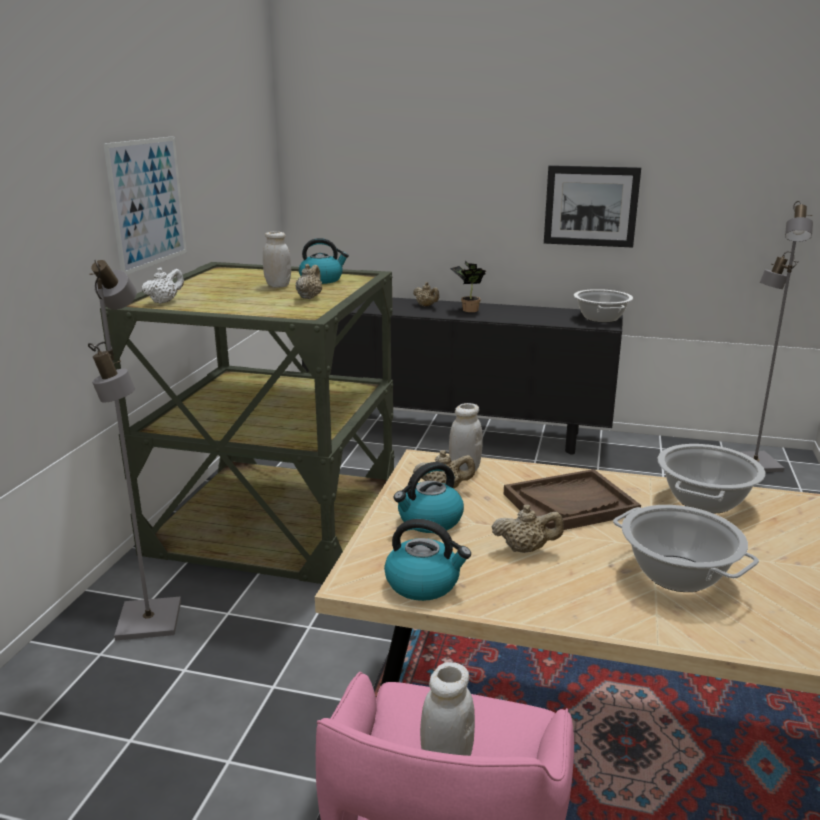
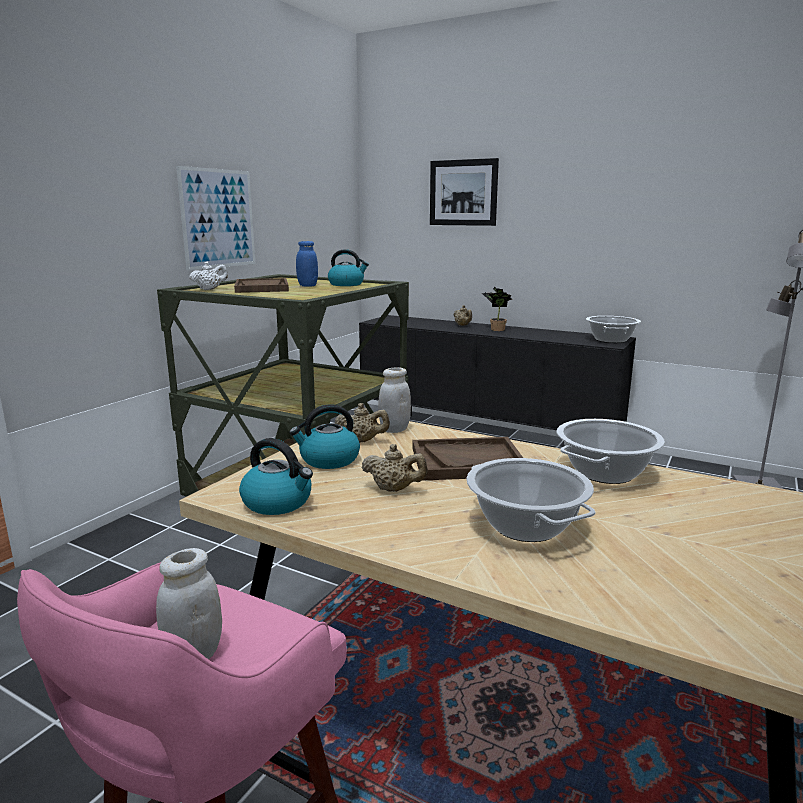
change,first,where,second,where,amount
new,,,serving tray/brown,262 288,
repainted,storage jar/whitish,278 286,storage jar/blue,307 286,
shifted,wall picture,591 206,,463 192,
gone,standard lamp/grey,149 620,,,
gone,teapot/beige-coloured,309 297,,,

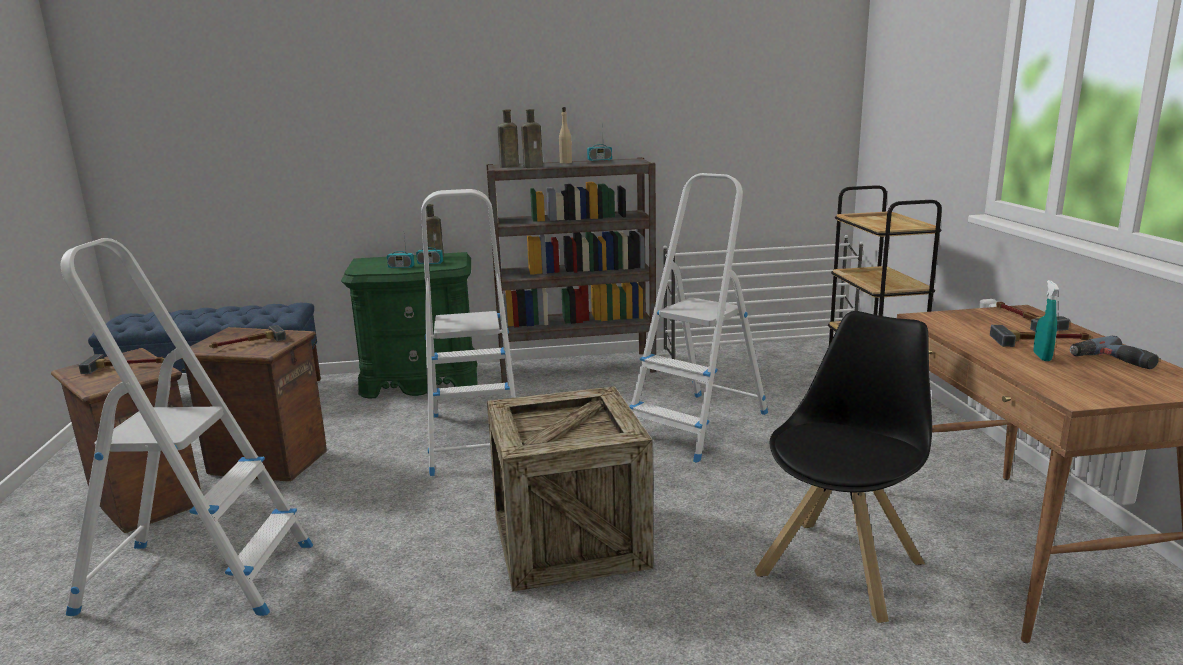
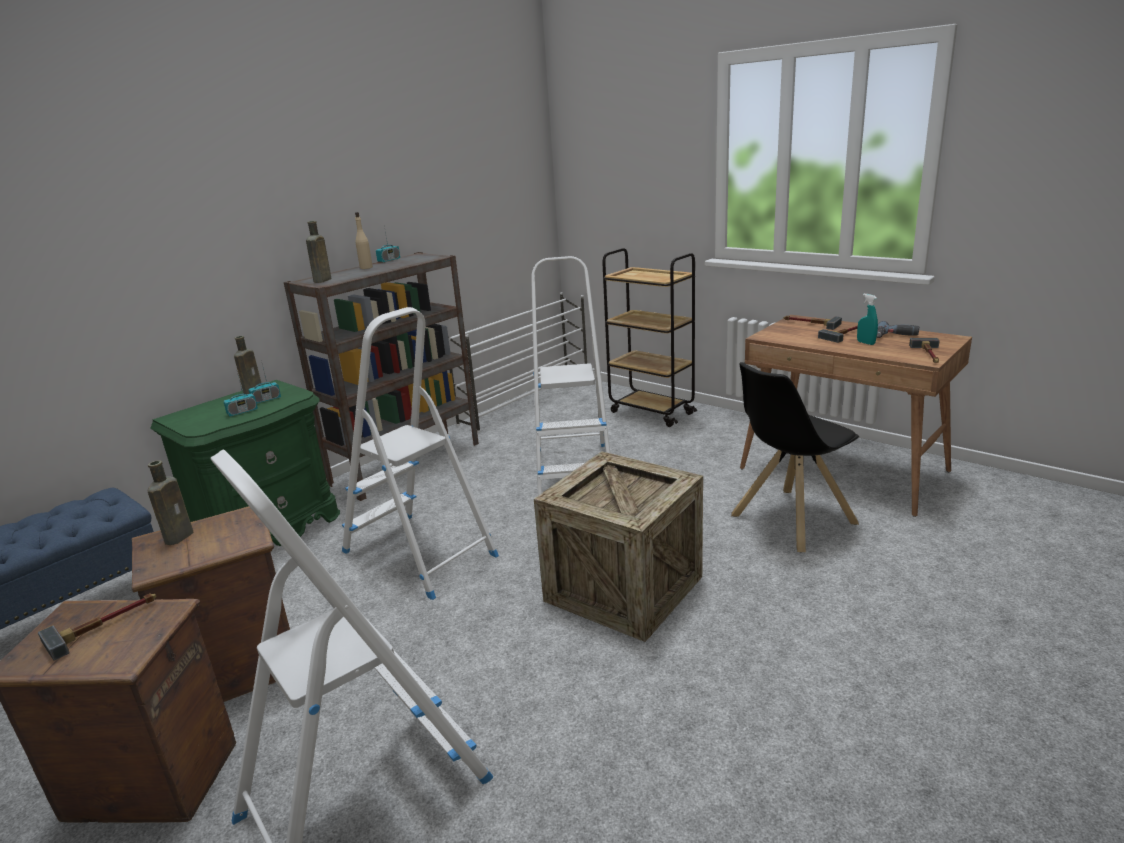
change,first,where,second,where,amount
shifted,beverage bottle/brown,534 167,,180 536,
rotated,chair/blackish,842 566,,790 520,120 degrees counterclockwise
shifted,hammer,247 343,,929 355,

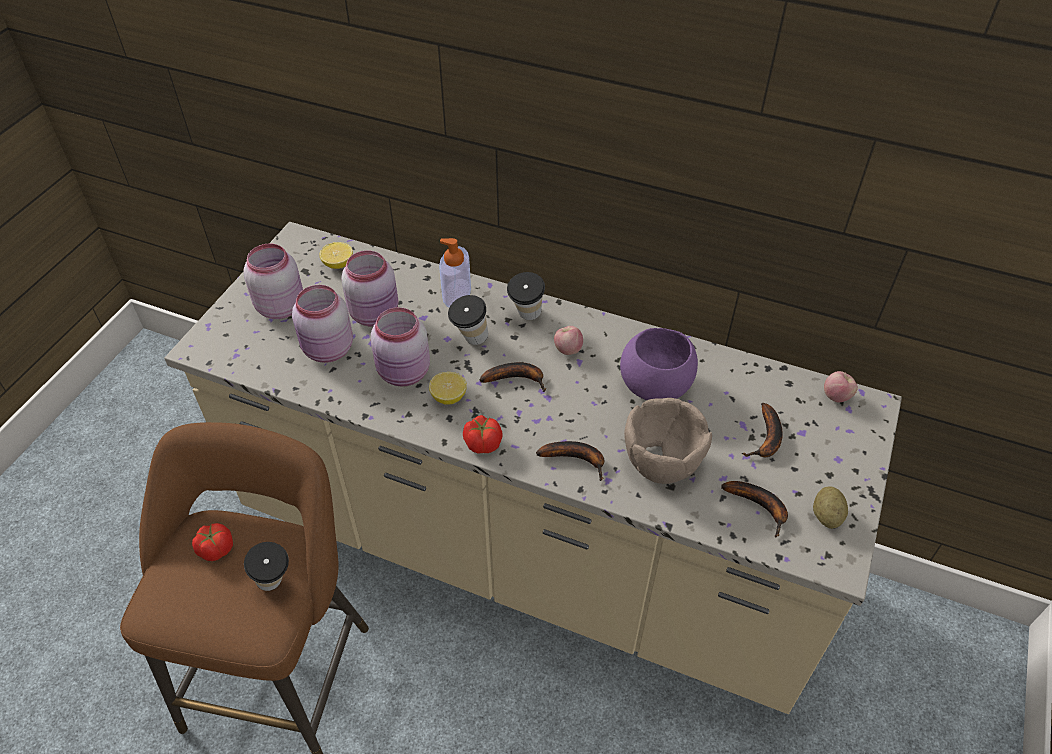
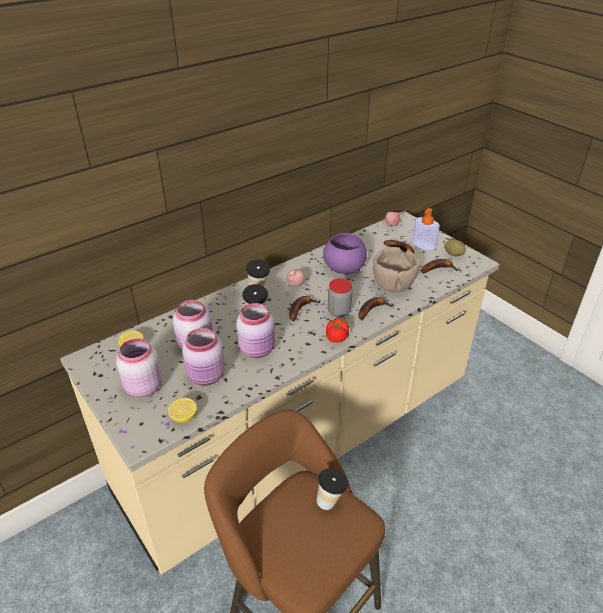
change,first,where,second,where,amount
shifted,citrus fruit,448 397,,184 417,
new,,,storage jar,339 311,
shifted,soap bottle,456 293,,424 244,
gone,tomato,216 549,,,

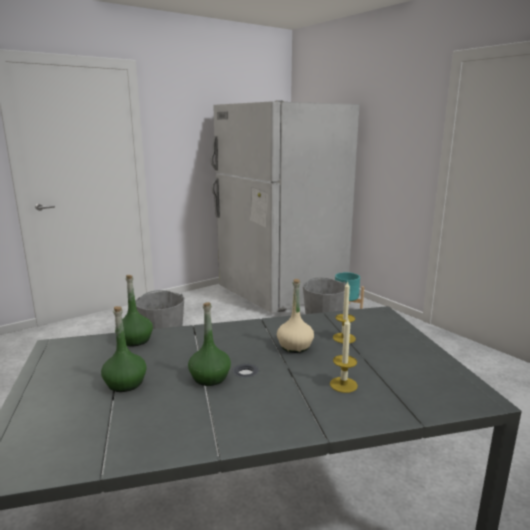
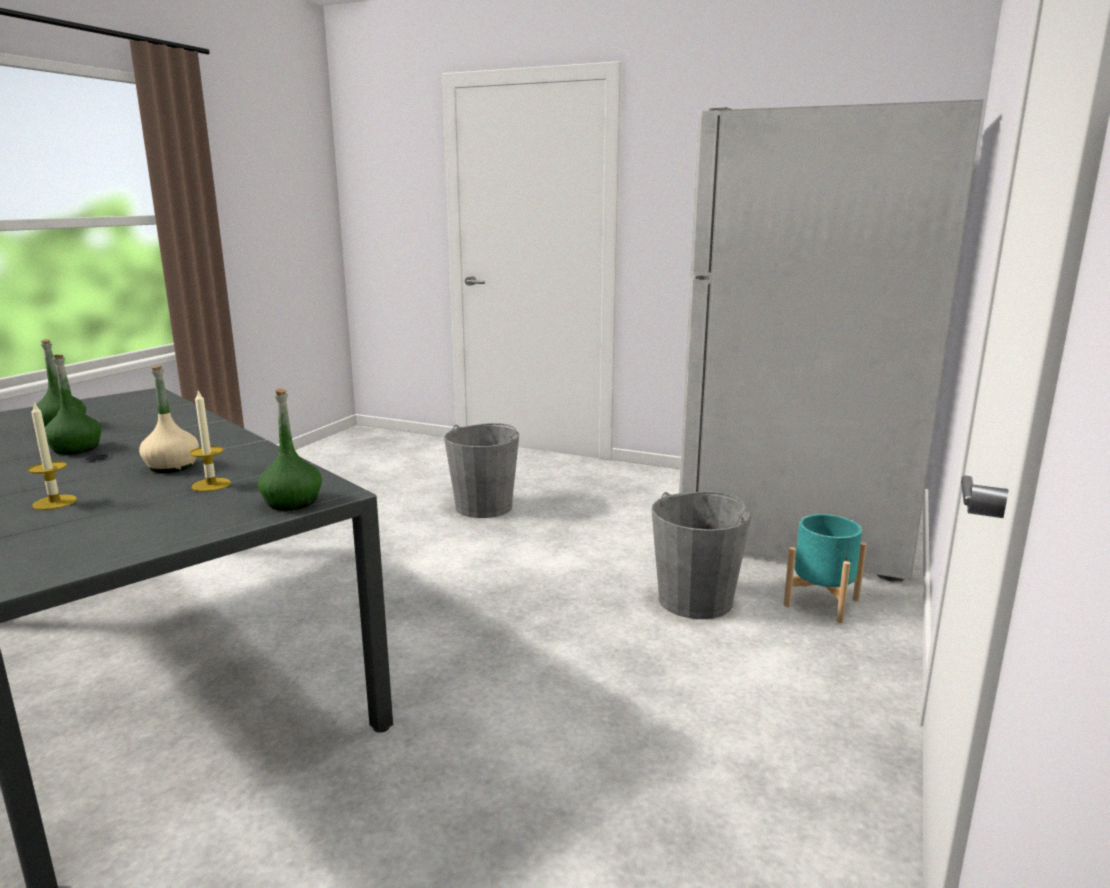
change,first,where,second,where,amount
shifted,beverage bottle/greenish,135 340,,292 502,

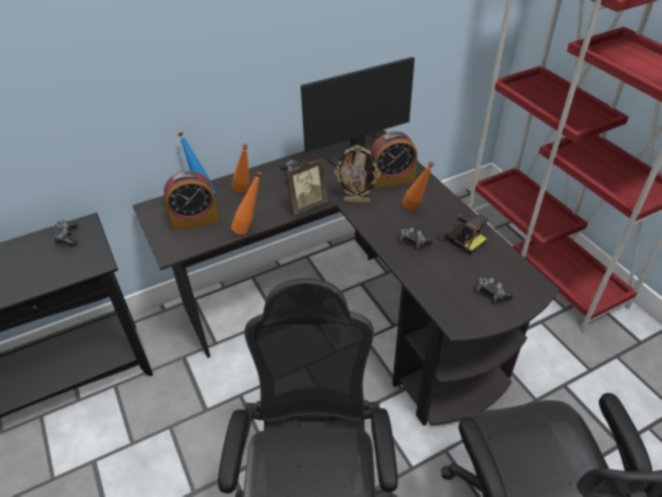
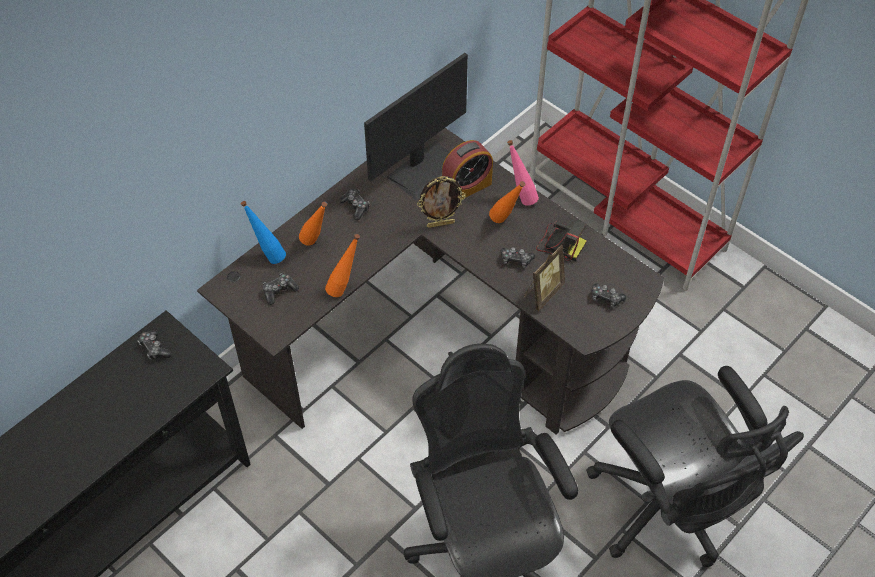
change,first,where,second,where,amount
swapped,table clock,195 220,gamepad,279 291,
new,,,beverage bottle/pink-coloured,520 197,
shifted,photo frame,306 205,,542 293,

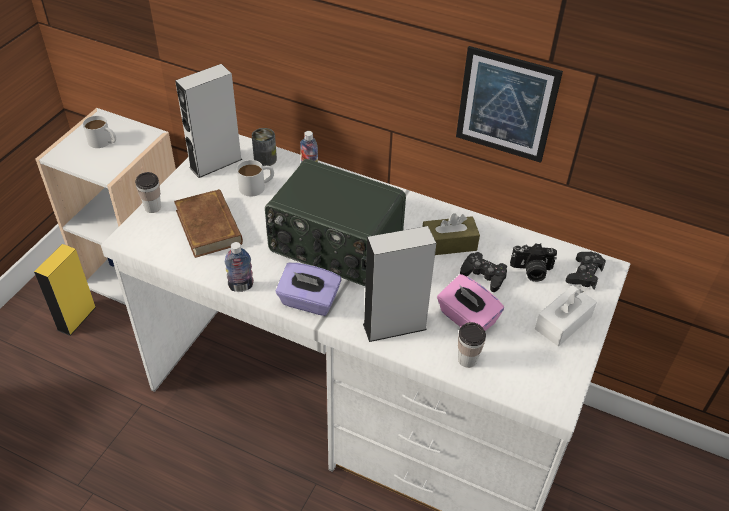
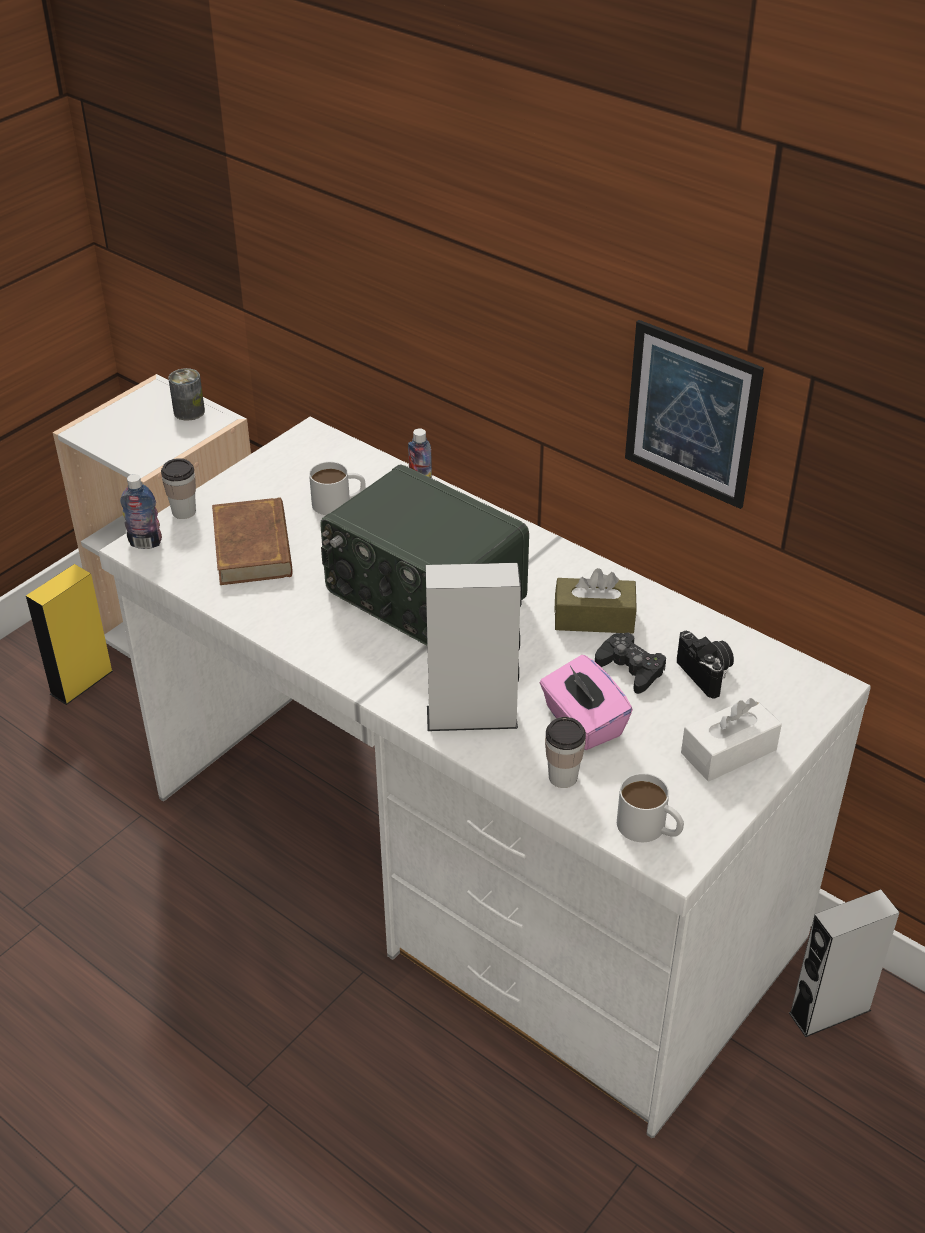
change,first,where,second,where,amount
shifted,beverage bottle,241 286,,145 543,
shifted,can,265 159,,189 411,
shifted,tea mug/whitish,103 142,,649 828,
rotated,photo camera,531 271,,707 674,135 degrees counterclockwise
shifted,speaker/grey,215 163,,829 1011,
gone,box of tissues/purplish,308 301,,,
gone,gamepad/blackish,584 274,,,

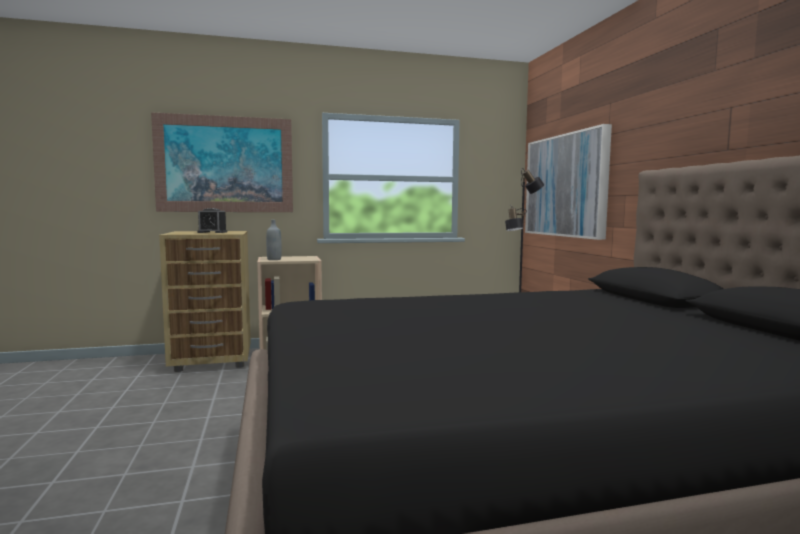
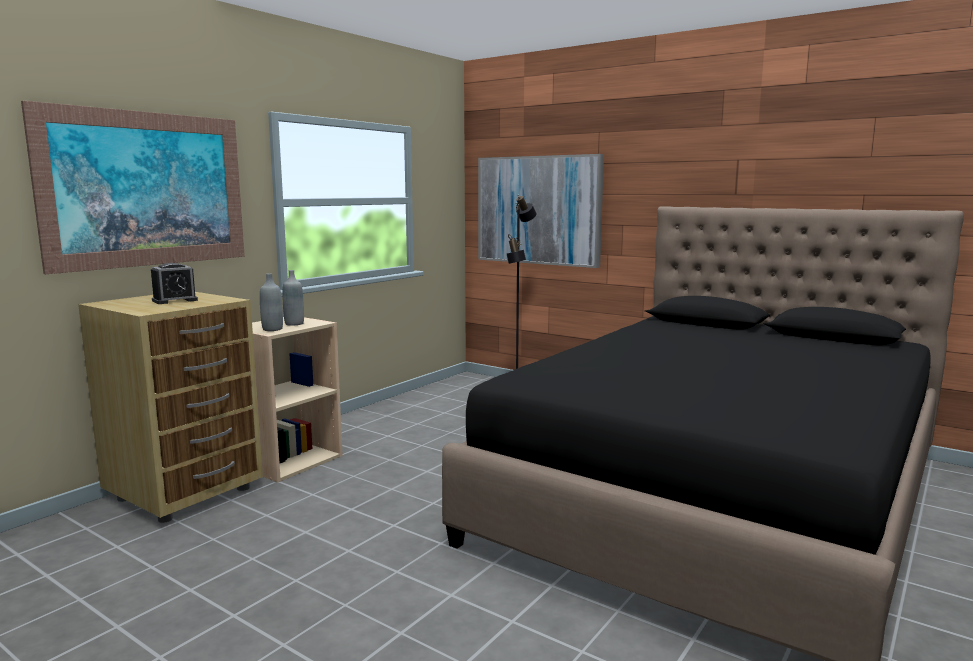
change,first,where,second,where,amount
new,,,beverage bottle/grey,294 323,

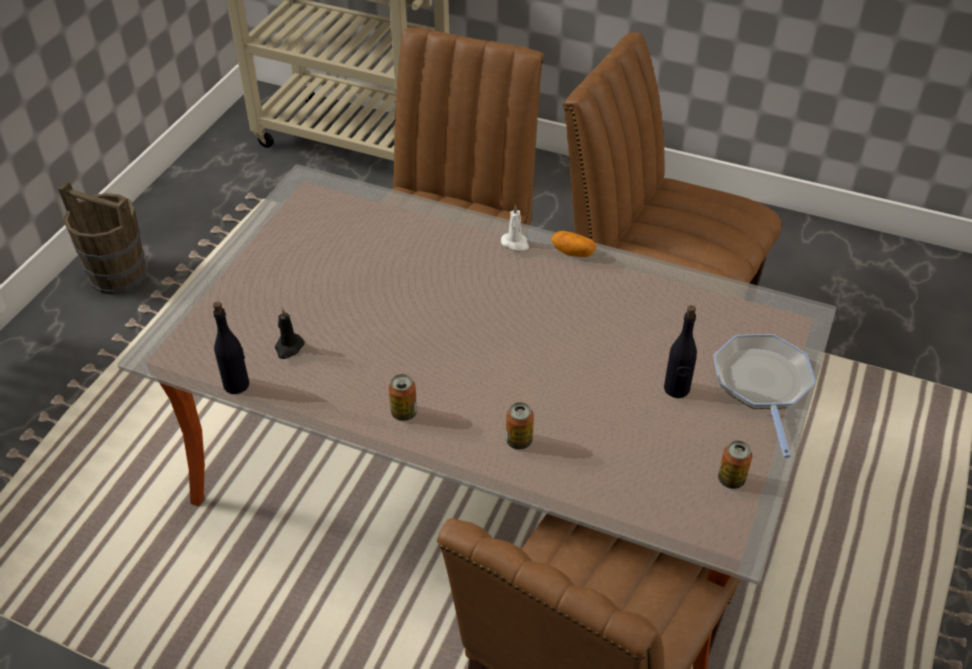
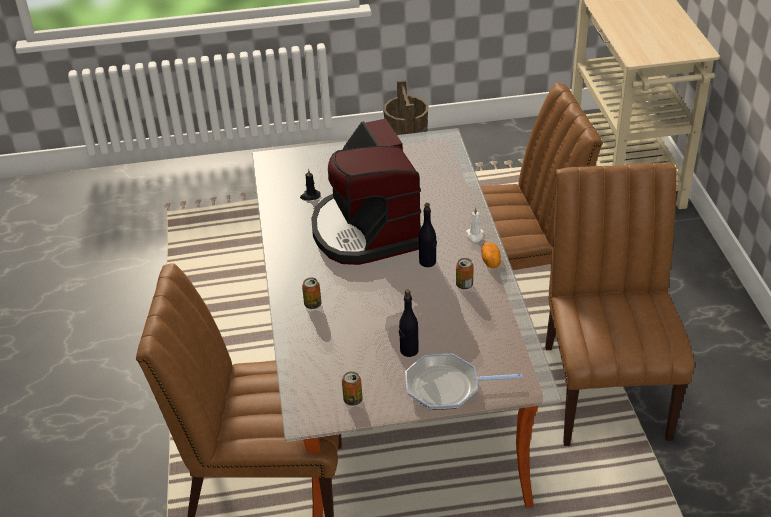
change,first,where,second,where,amount
new,,,coffee maker,366 230,
rotated,skillet,762 384,,447 387,150 degrees counterclockwise
shifted,beverage bottle/blackish,237 384,,428 262,
shifted,can,404 412,,464 285,

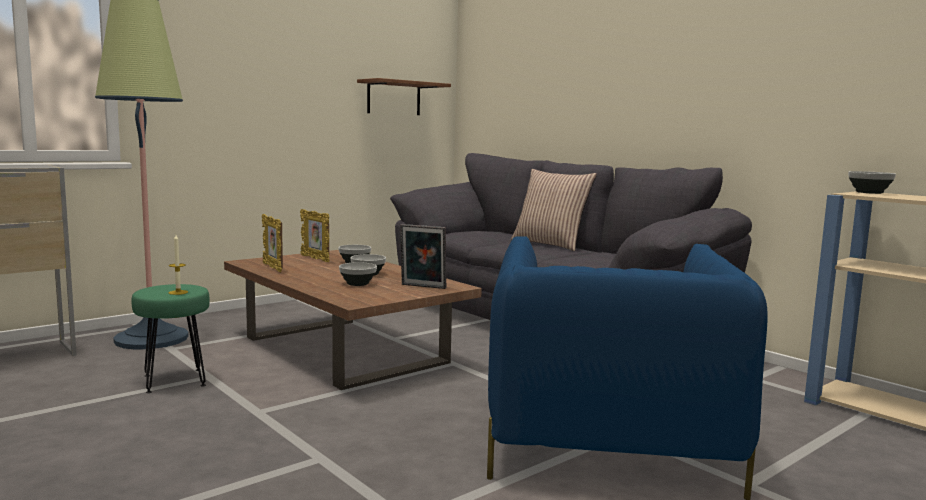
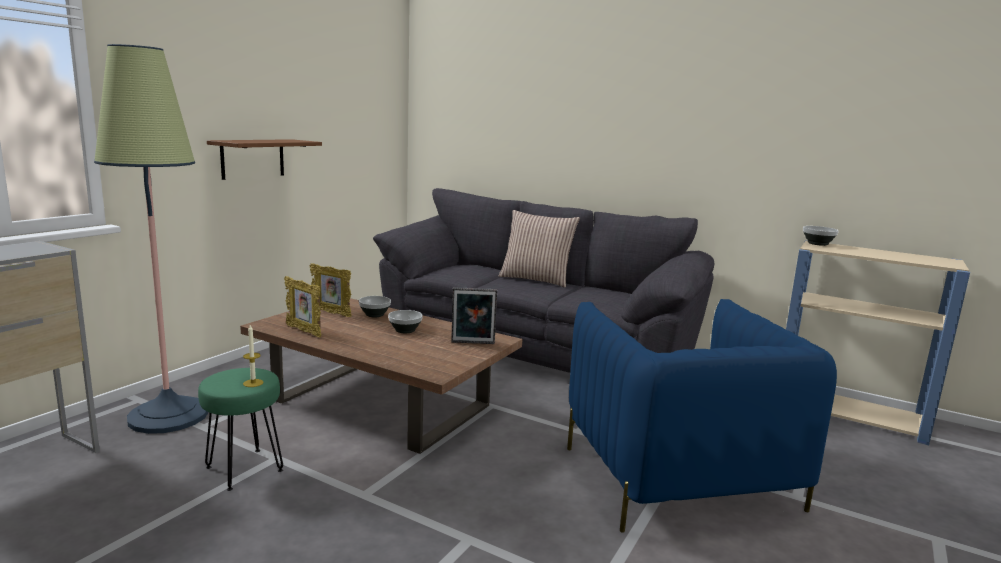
change,first,where,second,where,amount
shifted,wall shelf/brown,394 98,,253 158,
gone,deep dish,358 283,,,

